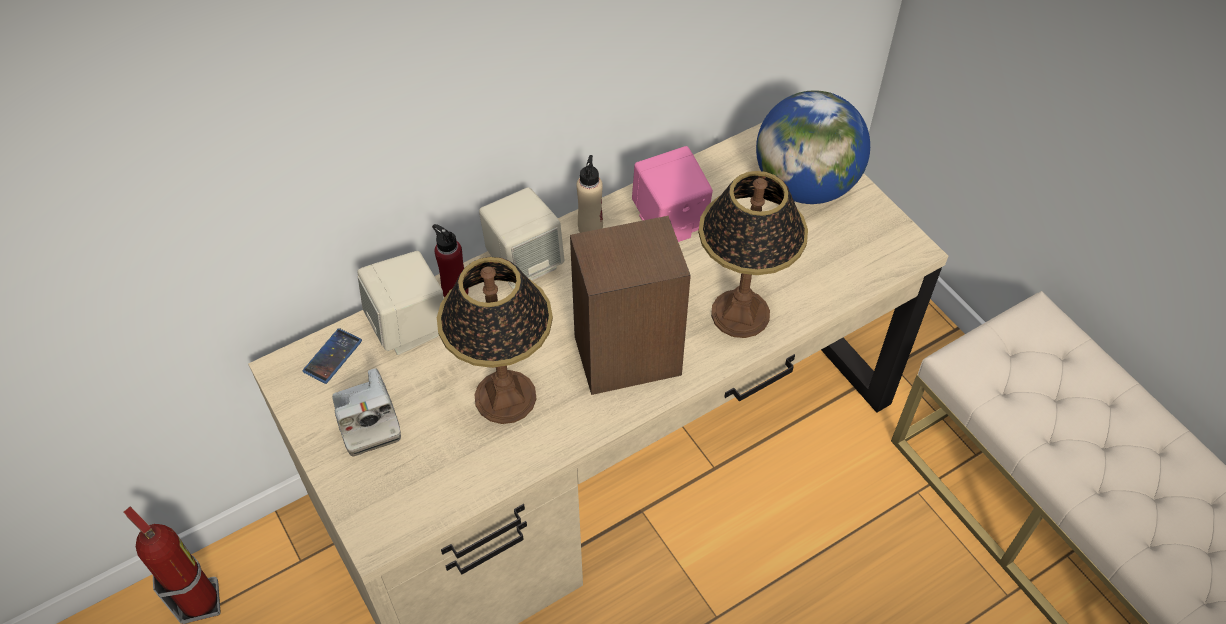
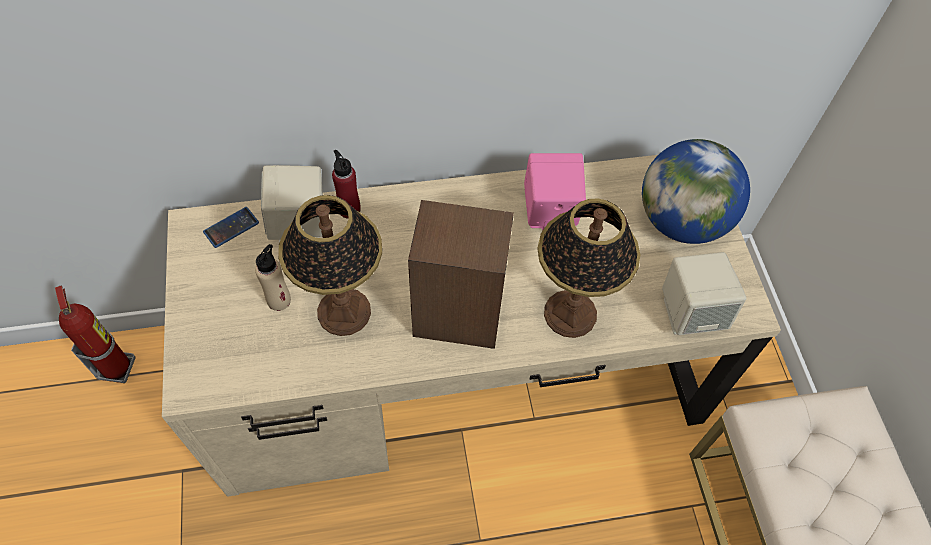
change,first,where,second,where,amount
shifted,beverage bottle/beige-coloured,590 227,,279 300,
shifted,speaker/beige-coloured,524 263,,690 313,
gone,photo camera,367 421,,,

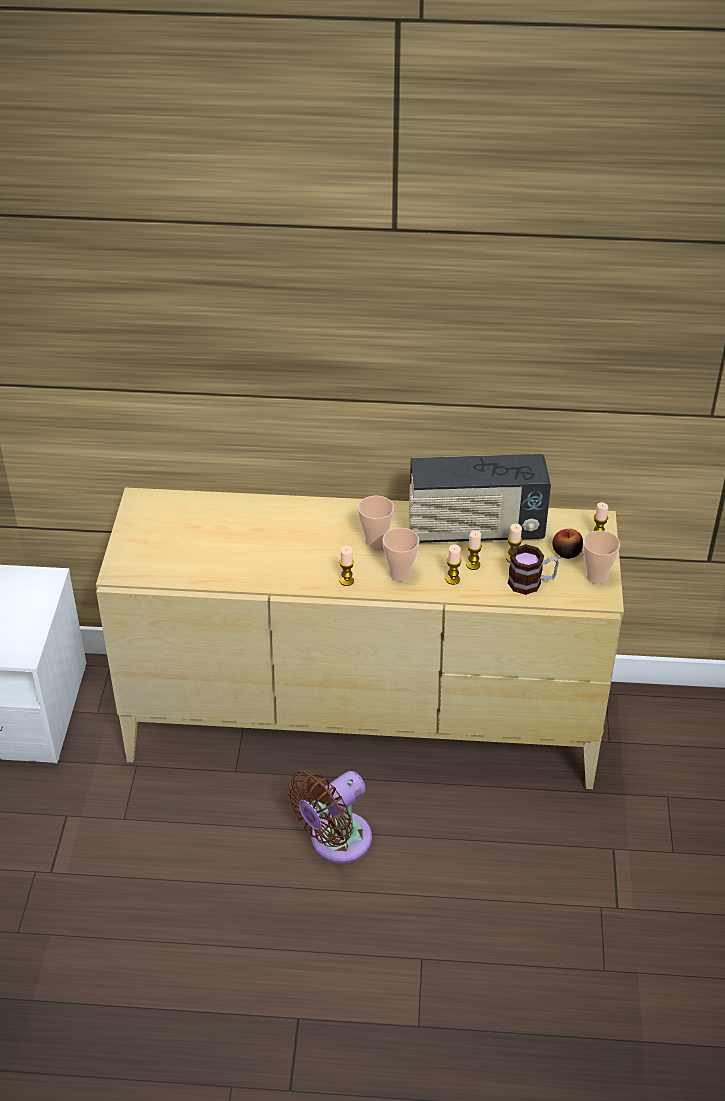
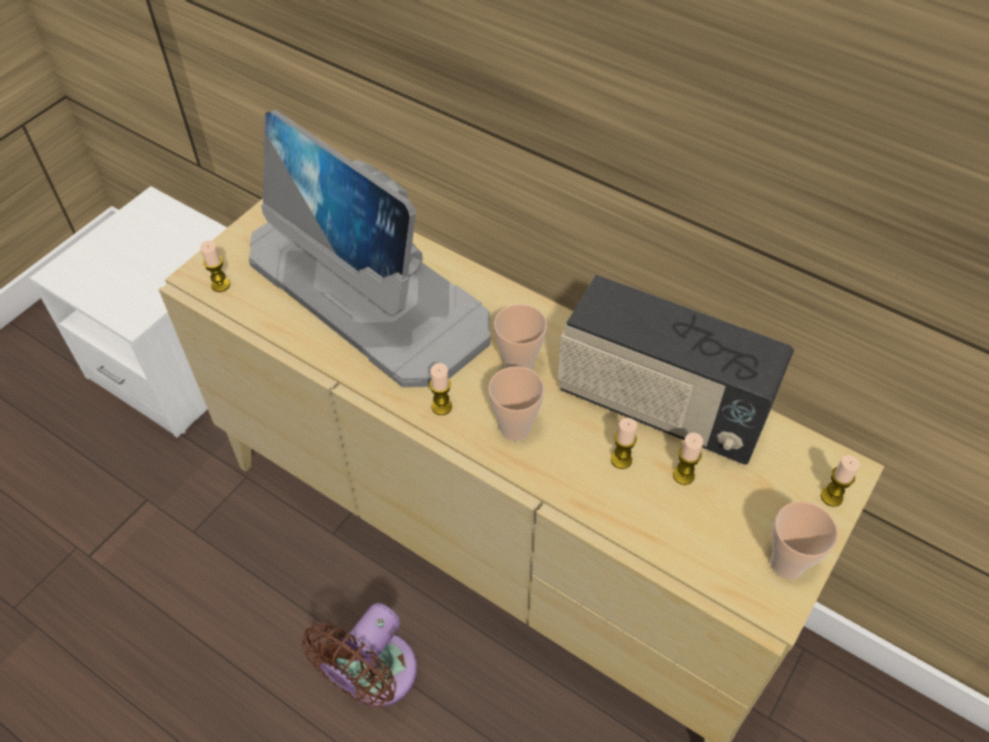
change,first,where,second,where,amount
shifted,wax candle,453 579,,220 285,
new,,,monitor,369 291,
rotated,cooling fan/brown,335 842,,373 677,45 degrees counterclockwise
gone,tea mug,531 583,,,
gone,apple fruit,566 552,,,

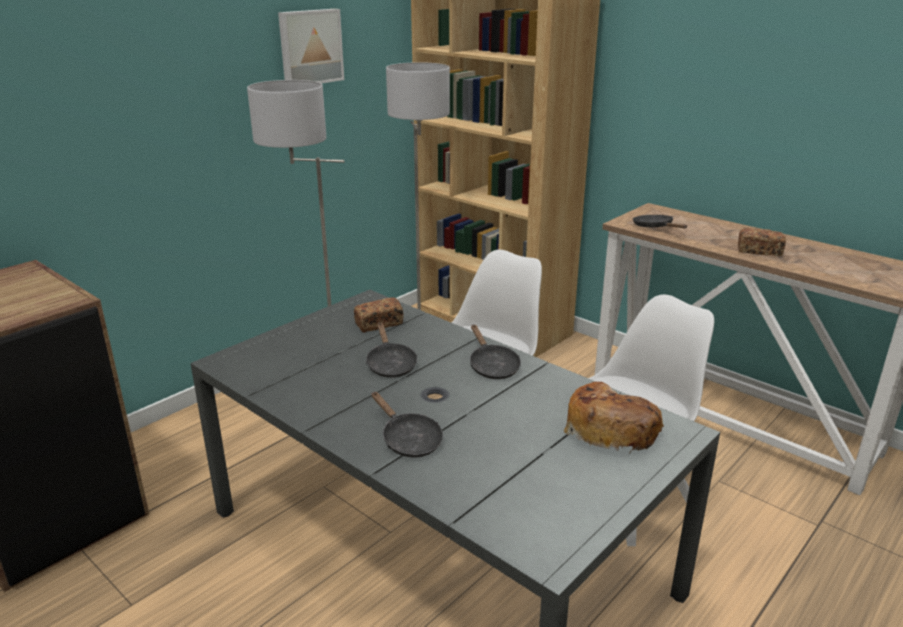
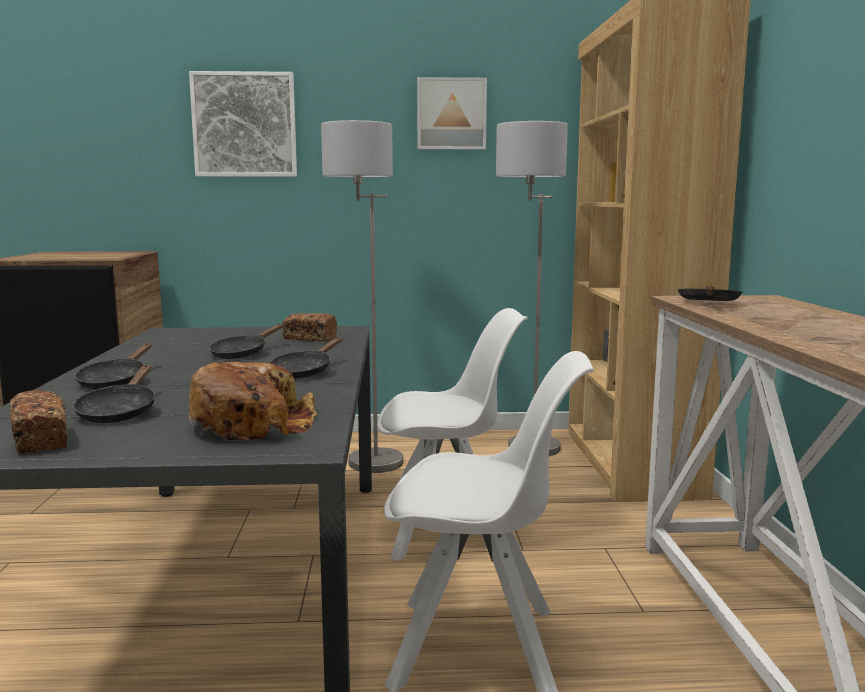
change,first,where,second,where,amount
shifted,bread,759 251,,41 440,
new,,,skillet/blackish,119 412,
new,,,wall picture,244 125,

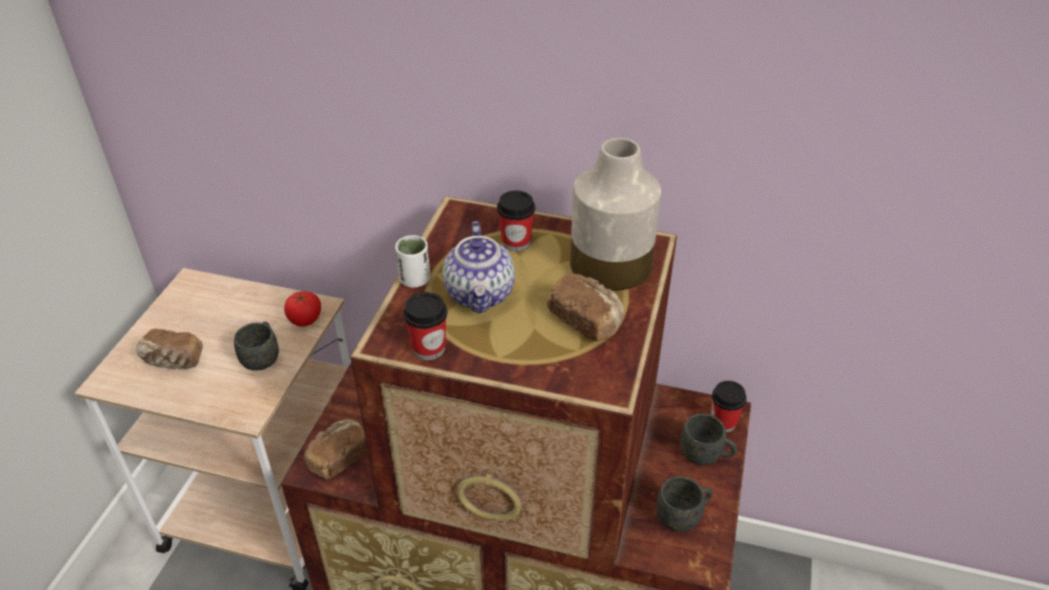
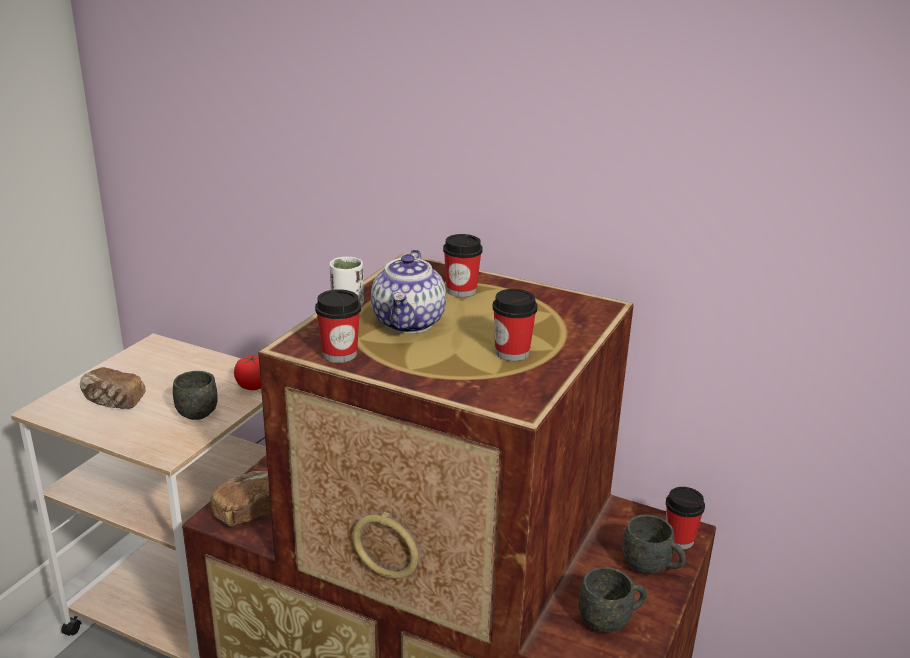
change,first,where,second,where,amount
swapped,bread,586 320,cup,512 353,
gone,decorative vase/beige-coloured,611 264,,,

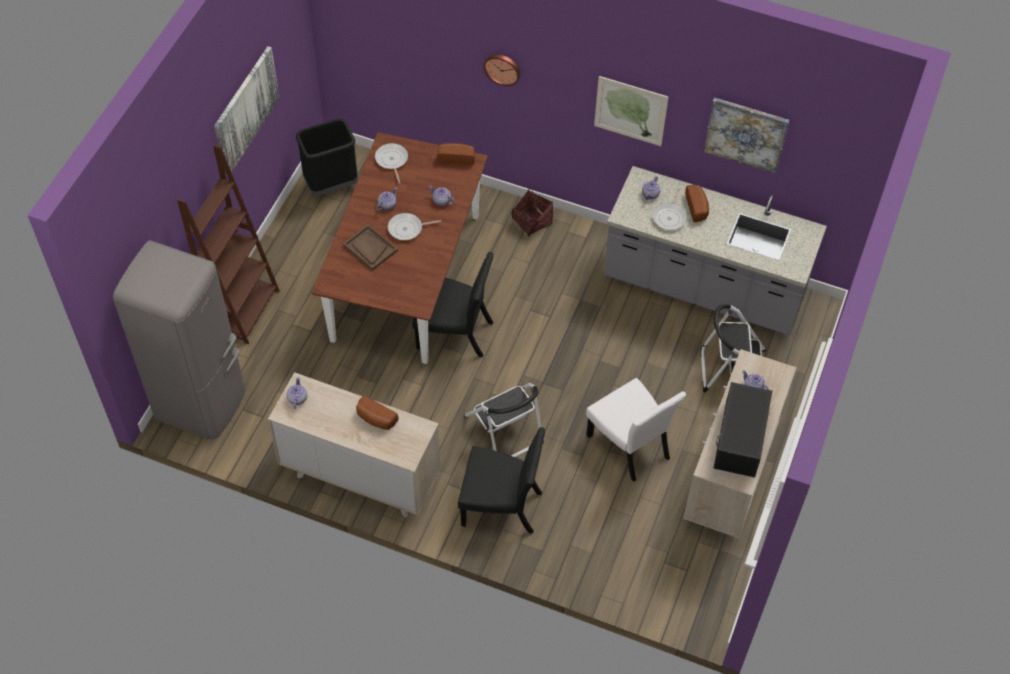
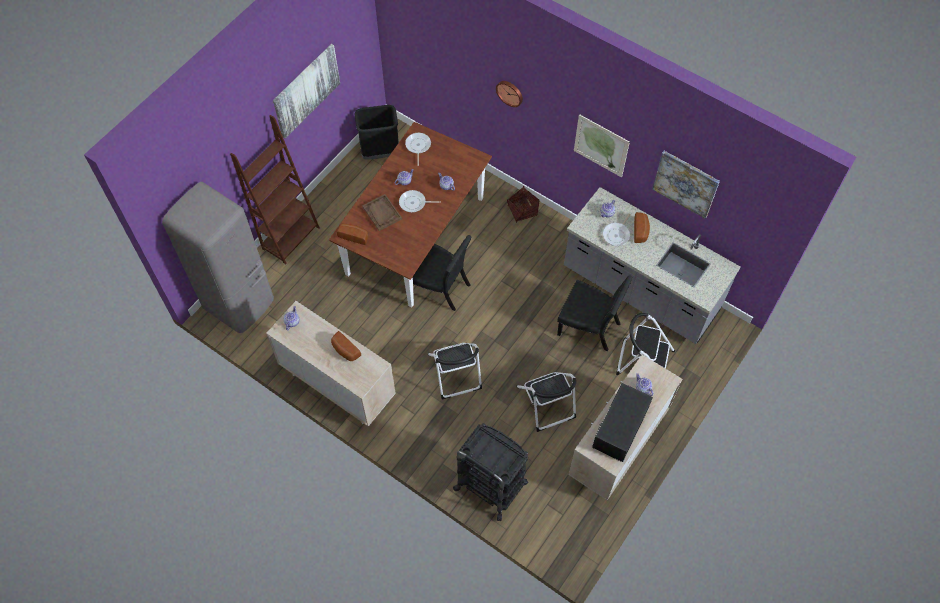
change,first,where,second,where,amount
shifted,bread,456 157,,354 236,
new,,,wheeled cart/blackish,491 485,
swapped,chair/whitish,629 444,step ladder,546 404,
shifted,chair/blackish,500 506,,588 327,

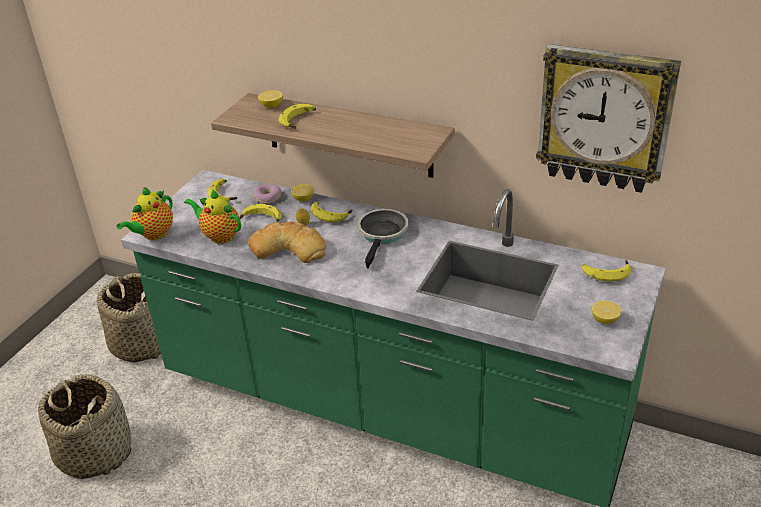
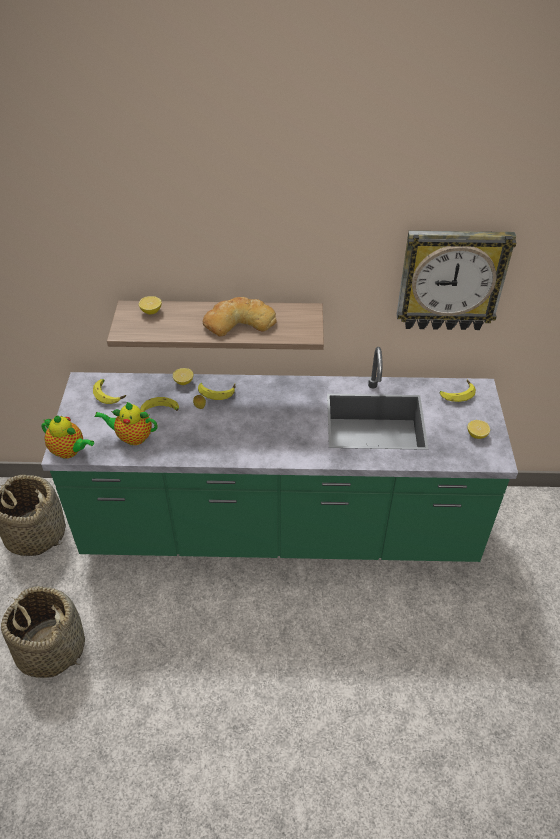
change,first,where,second,where,amount
rotated,teapot,153 234,,70 451,75 degrees counterclockwise
shifted,bread,289 248,,239 321,
gone,donut,267 198,,,
gone,whole banana,299 121,,,
gone,skillet,382 235,,,

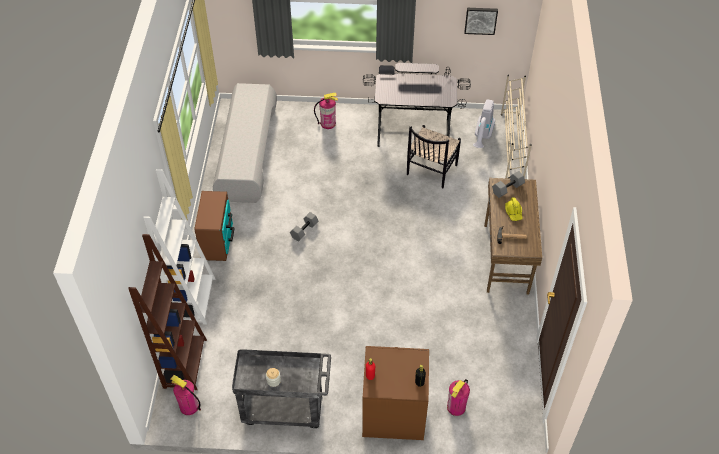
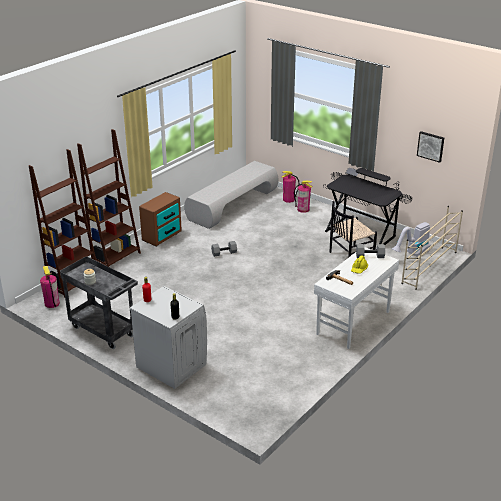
change,first,where,second,where,amount
repainted,shelving unit/whitish,194 300,shelving unit/brown,116 257,
repainted,laundry machine/brown,393 413,laundry machine/whitish,171 366,
shifted,fire extinguisher,456 407,,288 199,
repainted,console table/brown,506 259,console table/whitish,353 323,

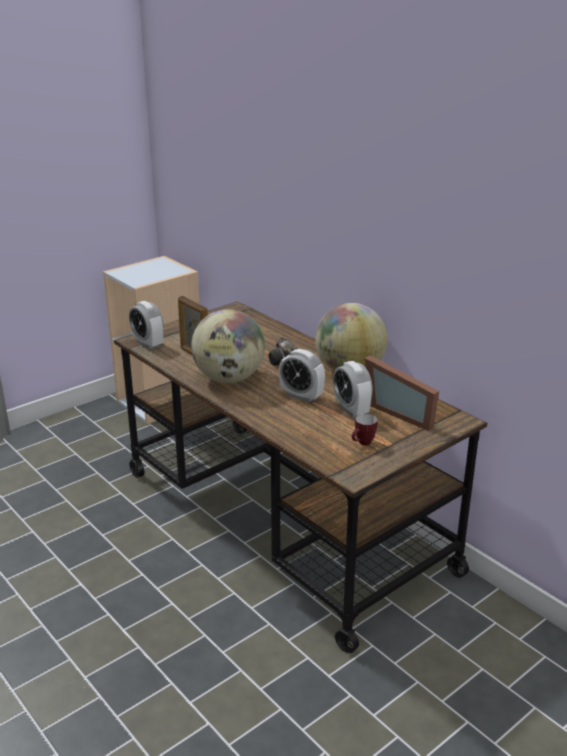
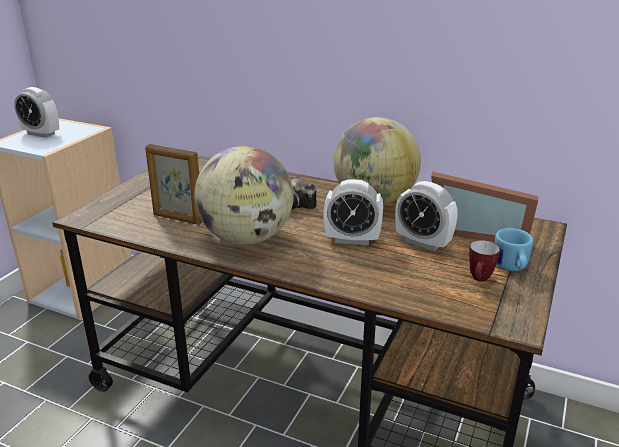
change,first,where,second,where,amount
shifted,table clock,148 343,,41 134,
new,,,tea mug/blue,510 268,

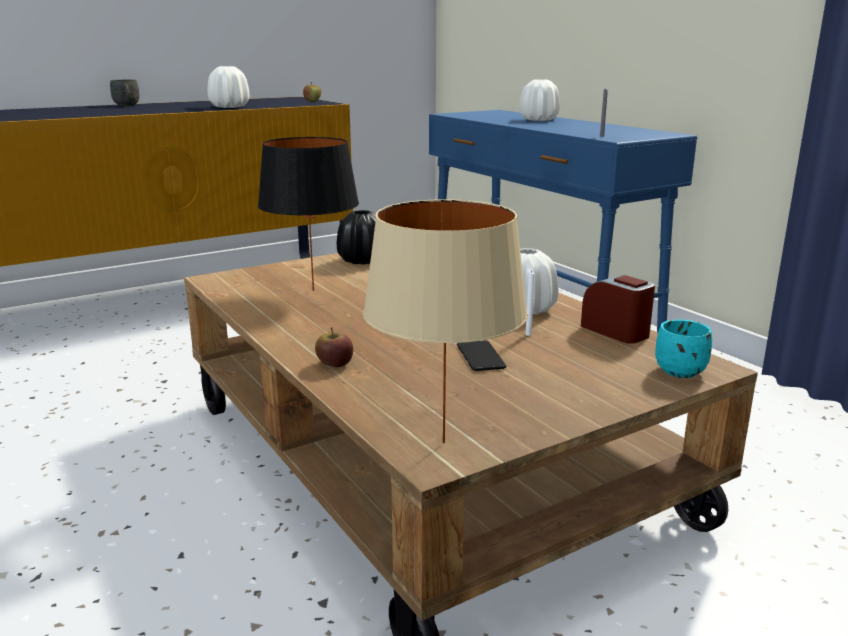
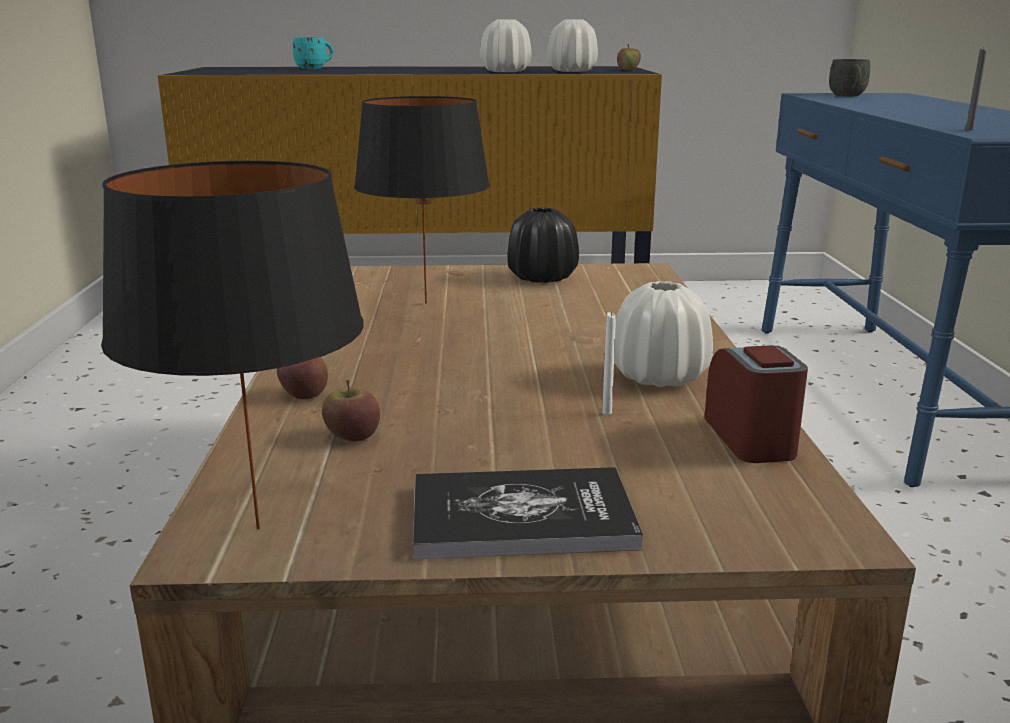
change,first,where,second,where,amount
repainted,lamp for a table/beige-coloured,442 442,lamp for a table/blackish,257 527,
shifted,tea mug/turquoise,681 368,,315 68,
new,,,apple fruit,352 436,
new,,,book,522 516,
shifted,decorative vase/whitish,538 120,,572 71,
shifted,tea mug/grey,127 105,,848 96,
gone,phone,480 357,,,

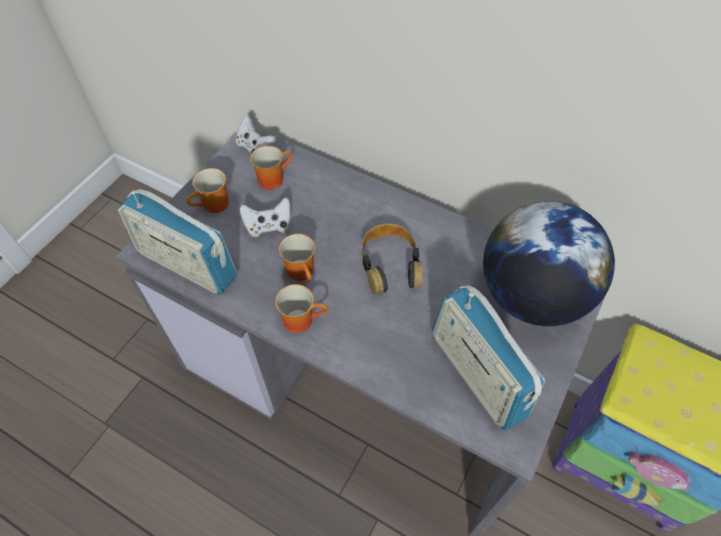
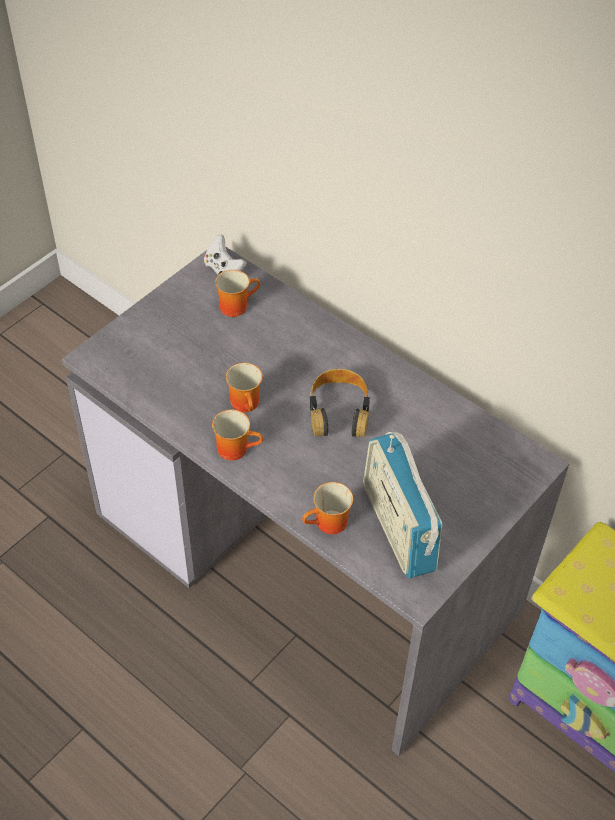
change,first,where,second,where,amount
shifted,tea mug,214 206,,329 525,
gone,radio set,187 265,,,
gone,gamepad/whitish,268 226,,,
gone,desk globe,531 296,,,

